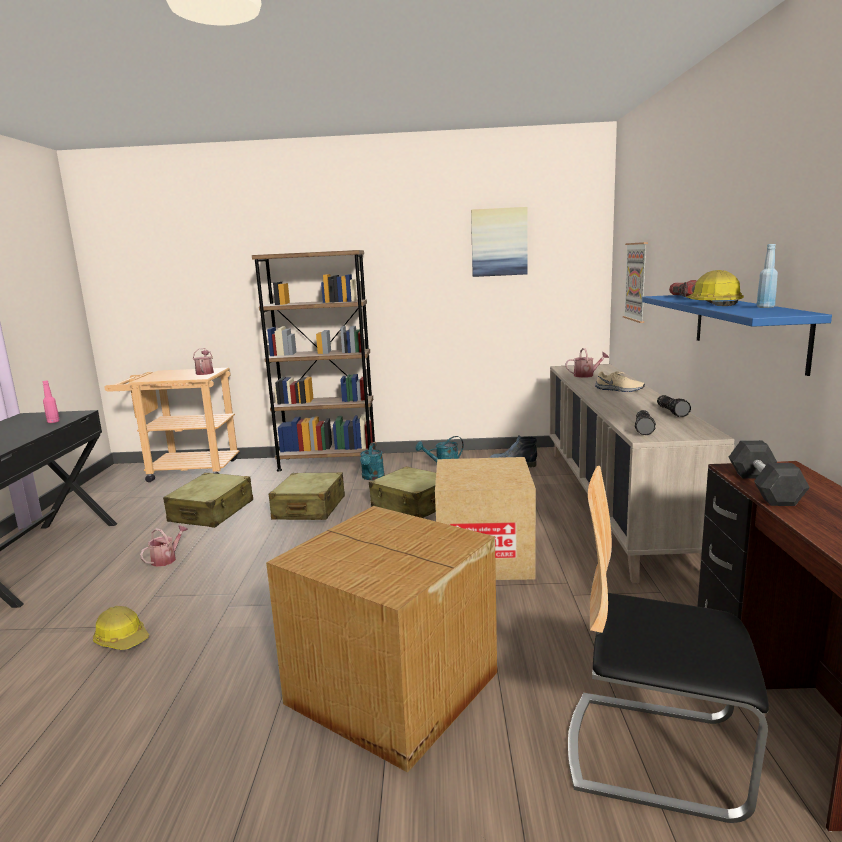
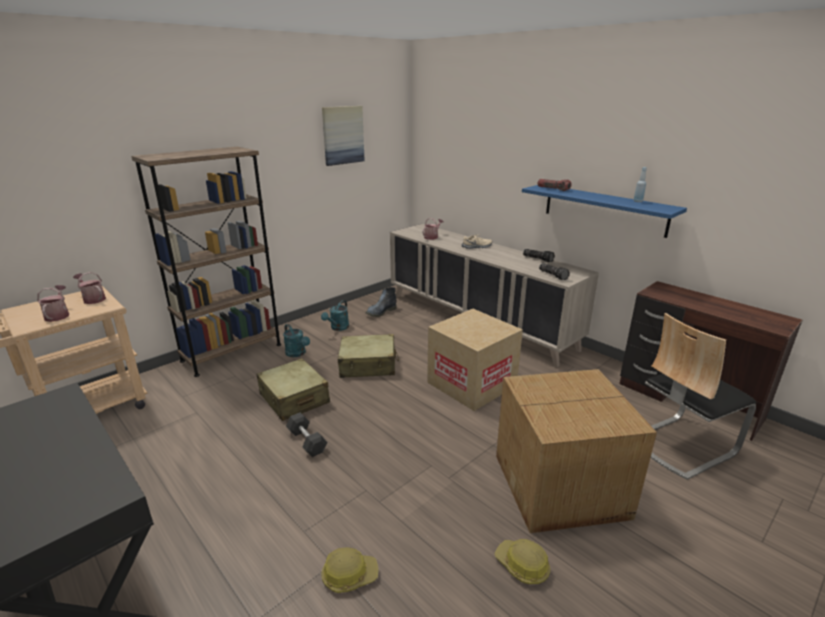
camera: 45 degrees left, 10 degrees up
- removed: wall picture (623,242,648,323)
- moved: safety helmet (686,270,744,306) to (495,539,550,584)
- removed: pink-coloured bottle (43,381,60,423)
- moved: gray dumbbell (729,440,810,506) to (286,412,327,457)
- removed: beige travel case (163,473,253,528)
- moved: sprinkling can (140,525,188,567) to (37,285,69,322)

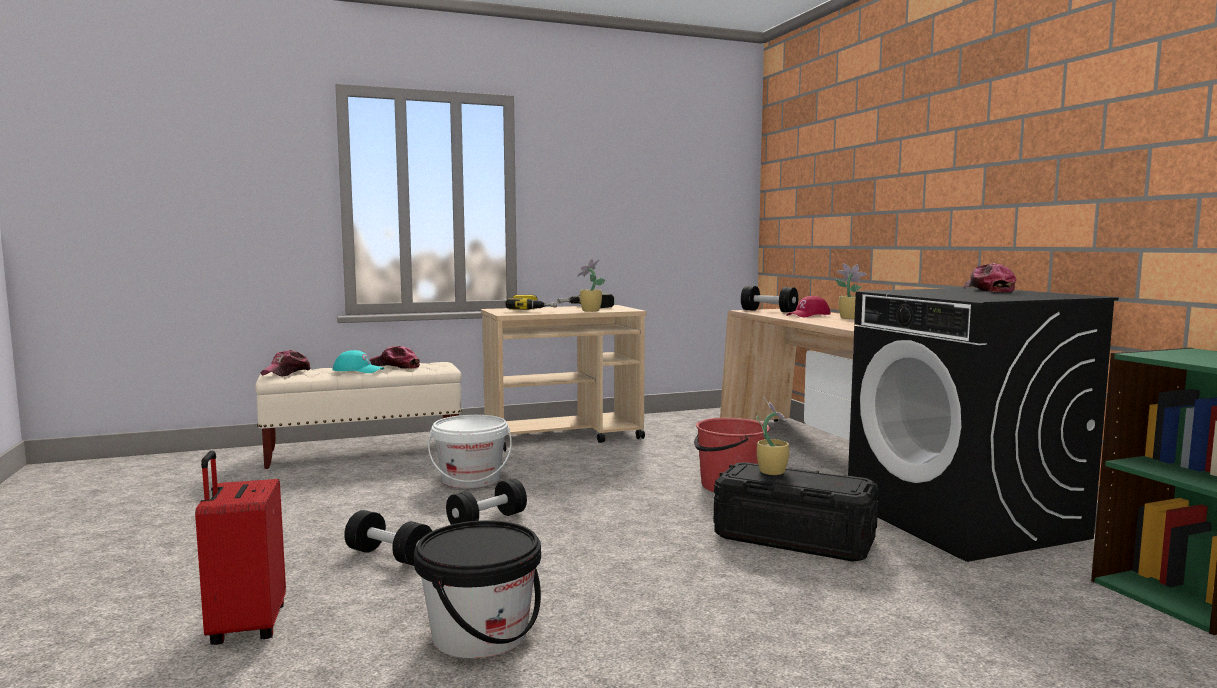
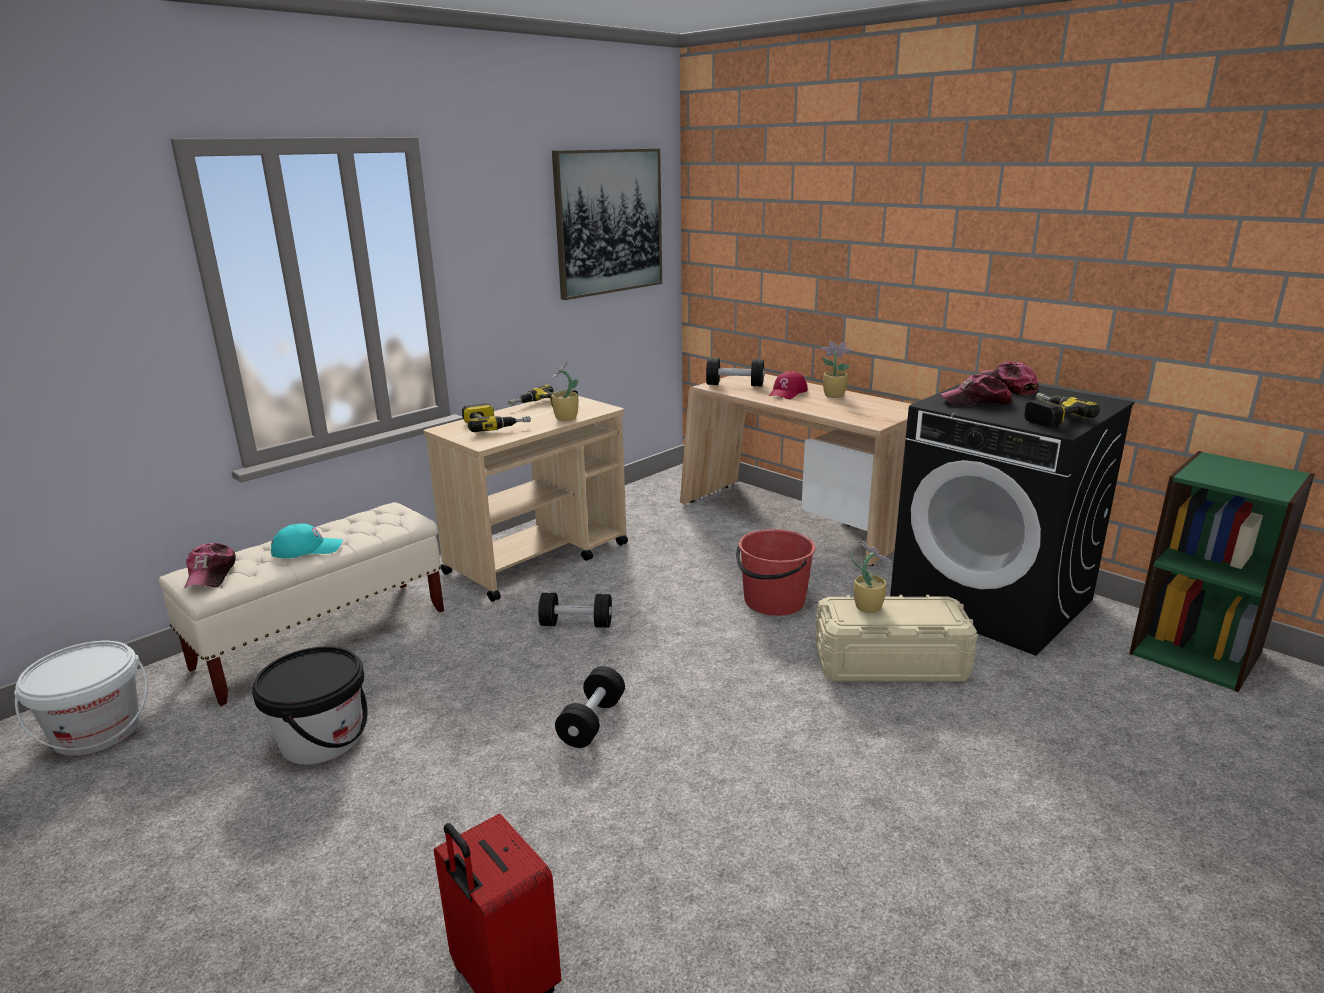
camera: 25 degrees left, 15 degrees up
- moved: peaked cap (370,346,420,369) to (940,374,1012,407)
- moved: white-coloured water bucket (428,415,512,488) to (14,641,148,756)
- recoloured: blackish storage box (714,462,879,562) to beige storage box (815,595,978,682)
- moved: blackish dumbbell (344,510,432,566) to (538,593,612,628)
- moved: blackish water bucket (414,520,541,658) to (252,646,368,764)
- added: wall picture (552,149,662,300)
- added: electric drill (1024,393,1100,427)

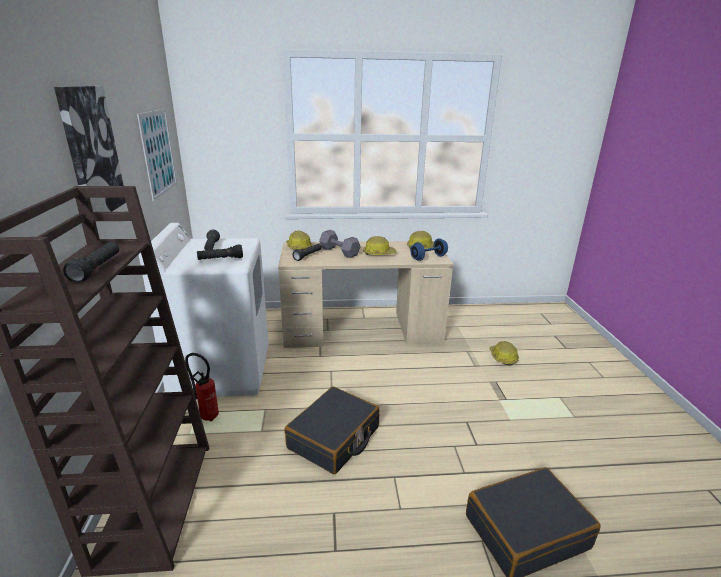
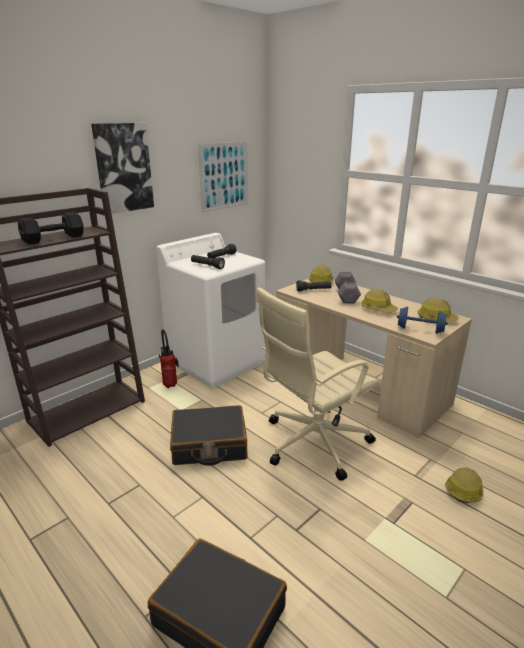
camera: 50 degrees right, 0 degrees up
- replaced: blackish flashlight (63,242,119,283) to blackish dumbbell (18,212,84,245)
- added: beige computer chair (255,287,379,481)

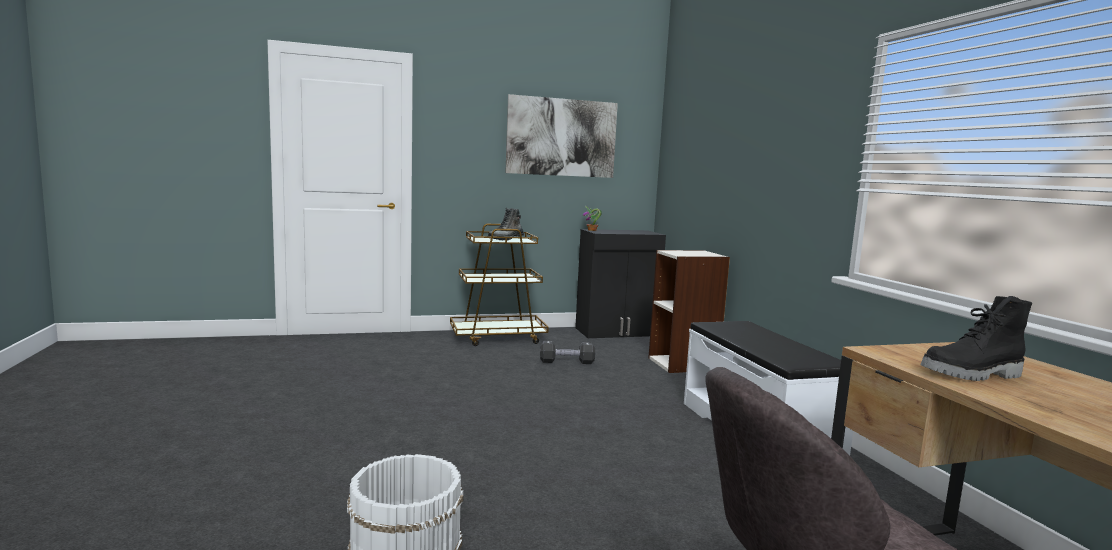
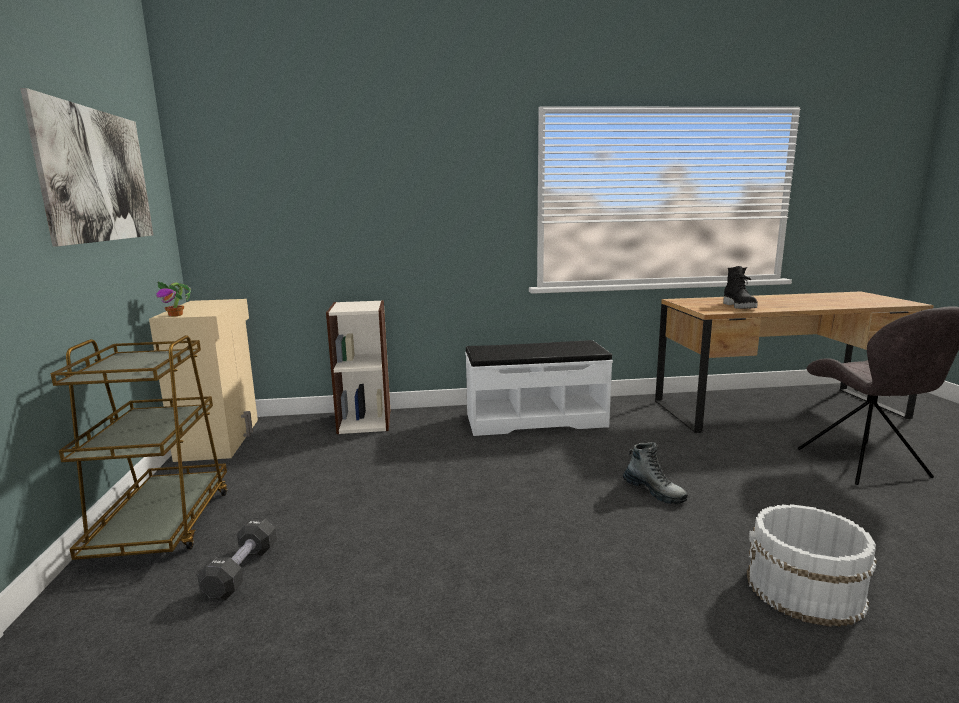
camera: 80 degrees left, 5 degrees up
- moved: boot (488,208,524,241) to (623,442,688,504)
- recoloured: blackish cabinet (575,229,666,338) to beige cabinet (149,299,258,462)
- moved: blackish dumbbell (540,341,595,364) to (197,518,277,600)

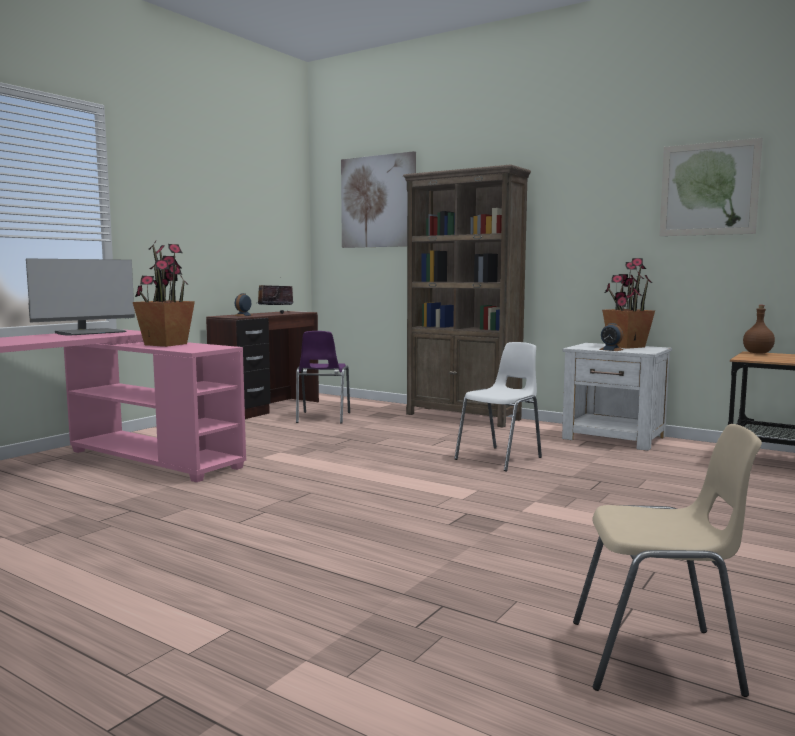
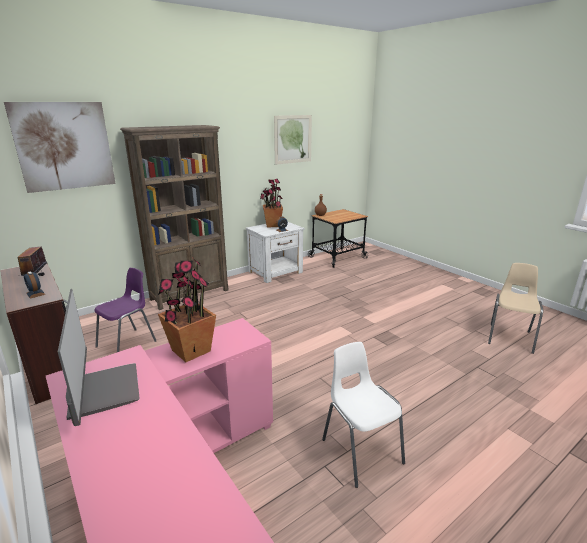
camera: 70 degrees left, 15 degrees up
- turned: purple-coloured plain chair (296,331,350,423) = (95,268,157,352) 75 degrees counterclockwise
- moved: white-coloured plain chair (454,342,542,471) to (322,342,405,488)

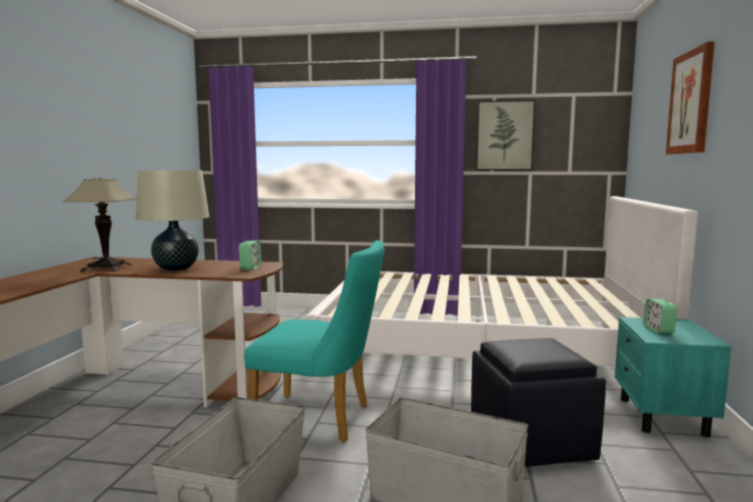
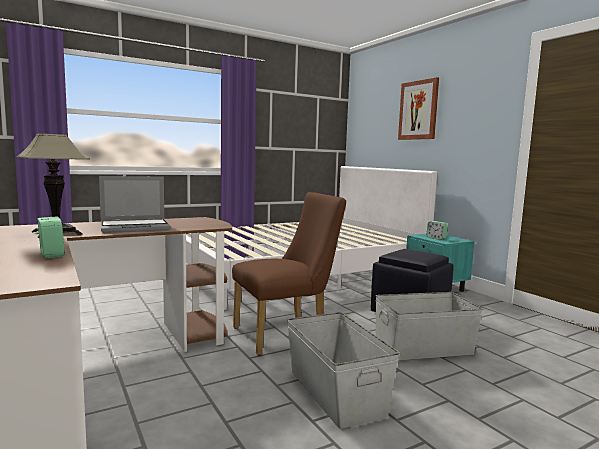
camera: 40 degrees left, 0 degrees up
- removed: wall picture (476,100,535,170)
- replaced: beige tabletop lamp (136,170,209,271) to portable computer (99,176,171,233)
- recoloured: blue-green plain chair (244,240,384,442) to brownish plain chair (232,192,346,355)
- moved: bedside clock (239,241,262,270) to (37,216,65,258)

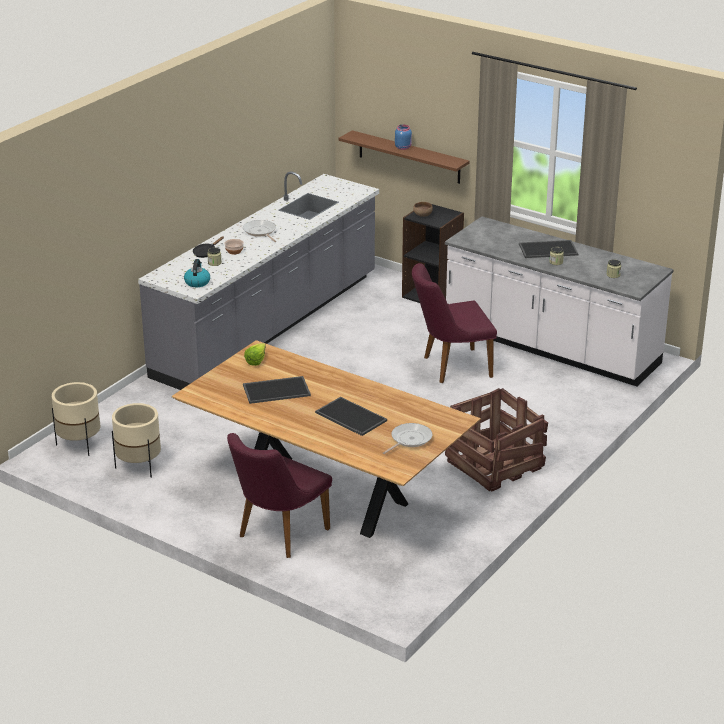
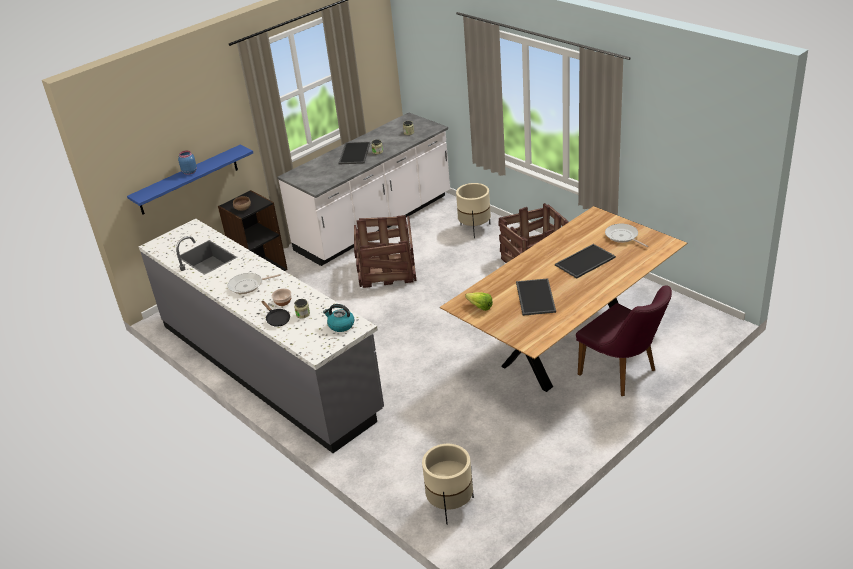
camera: 75 degrees left, 5 degrees up
- recoloured: brownish bracket shelf (339,130,470,184) to bluish bracket shelf (127,145,253,215)
- replaced: purple-coloured plain chair (412,263,497,383) to packing crate (354,215,417,288)
- moved: beige planter (112,403,161,478) to (456,183,491,239)

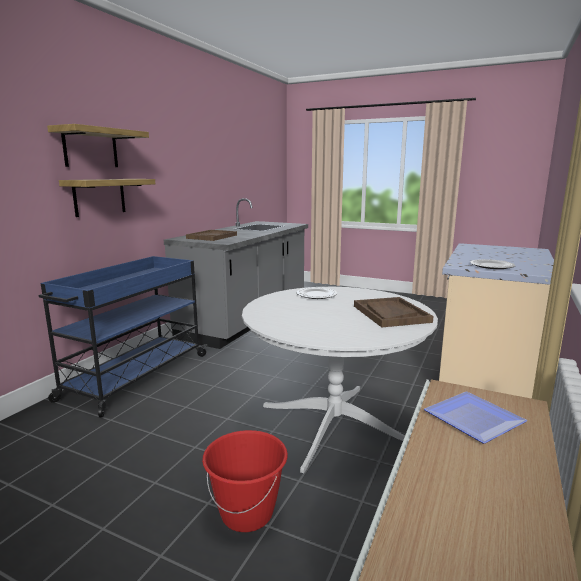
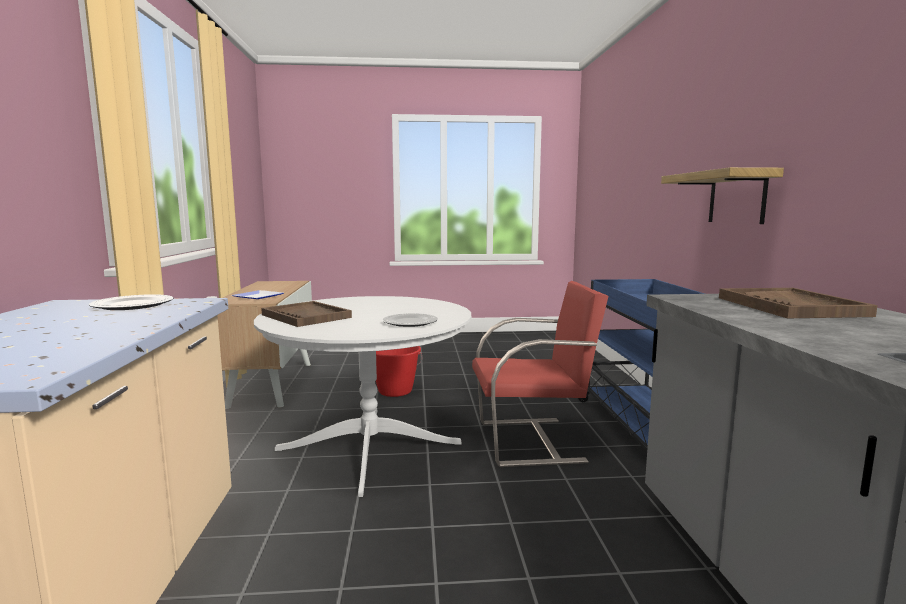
camera: 150 degrees right, 5 degrees down
- removed: bracket shelf (47,124,149,167)
- added: red plain chair (472,281,609,467)

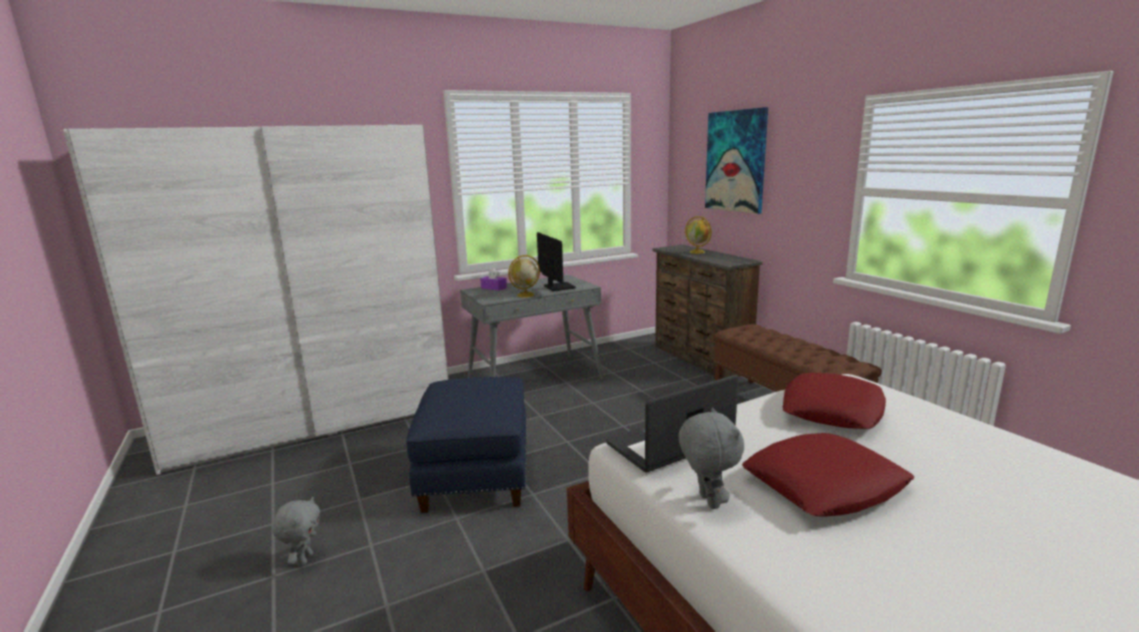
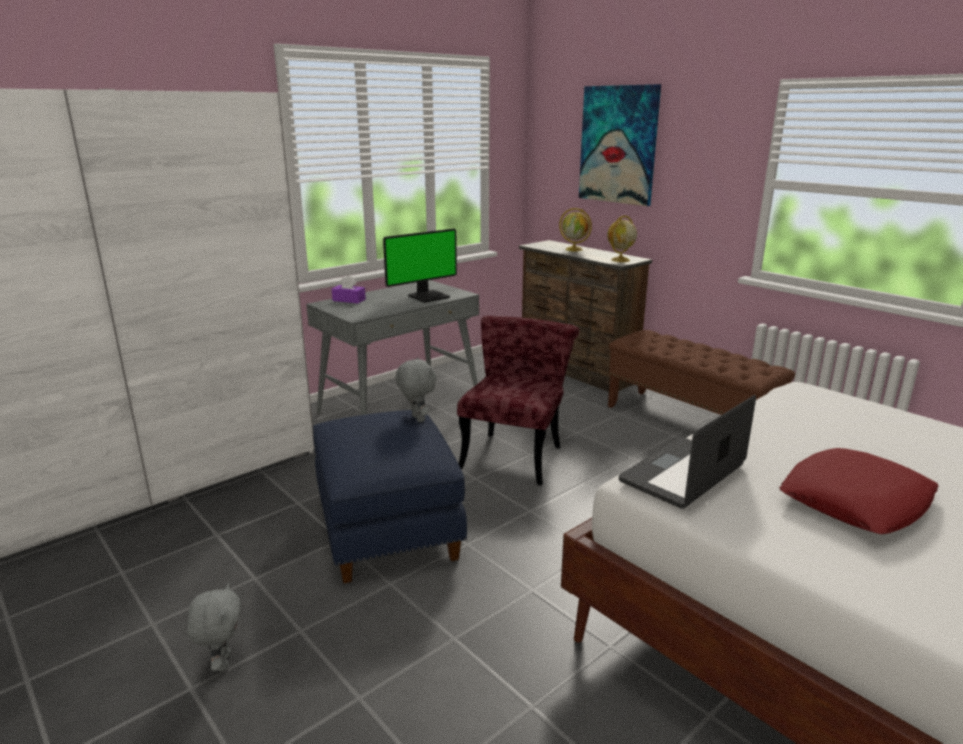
camera: 15 degrees left, 5 degrees up
- turned: computer screen (537,232,576,291) = (383,229,457,303) 90 degrees clockwise
- moved: desk globe (508,255,540,297) to (607,216,637,262)
- removed: red pillow (782,373,886,429)
- moved: gray plush toy (678,407,744,509) to (396,357,437,423)
- added: red plain chair (457,316,580,485)

